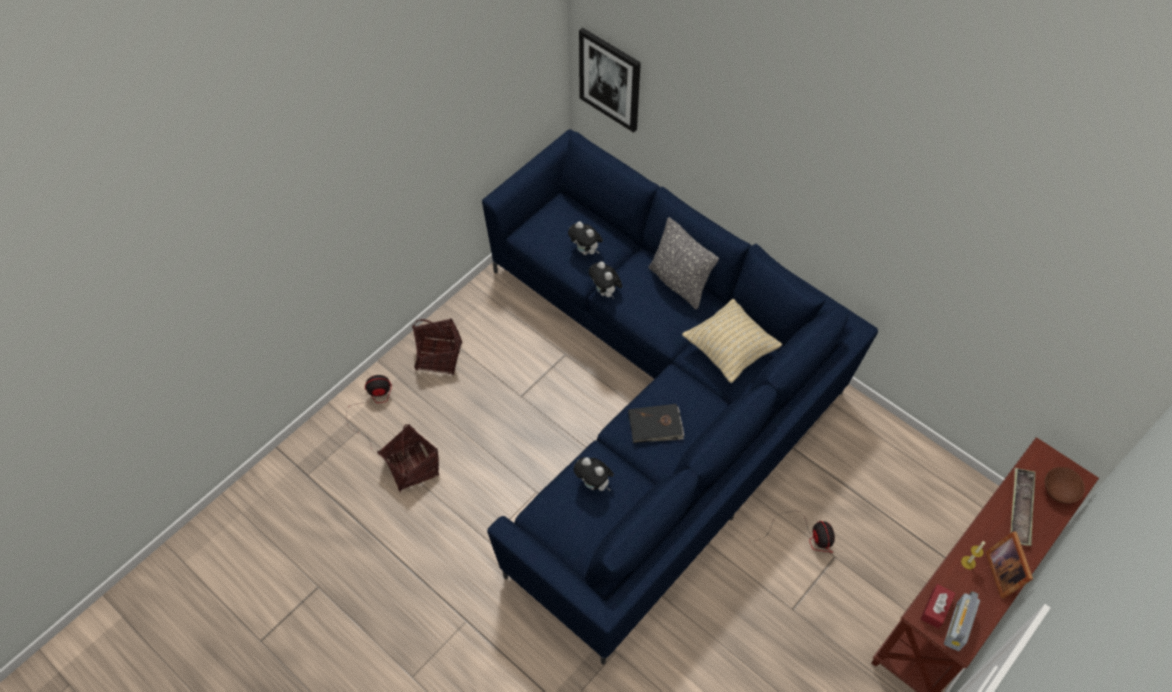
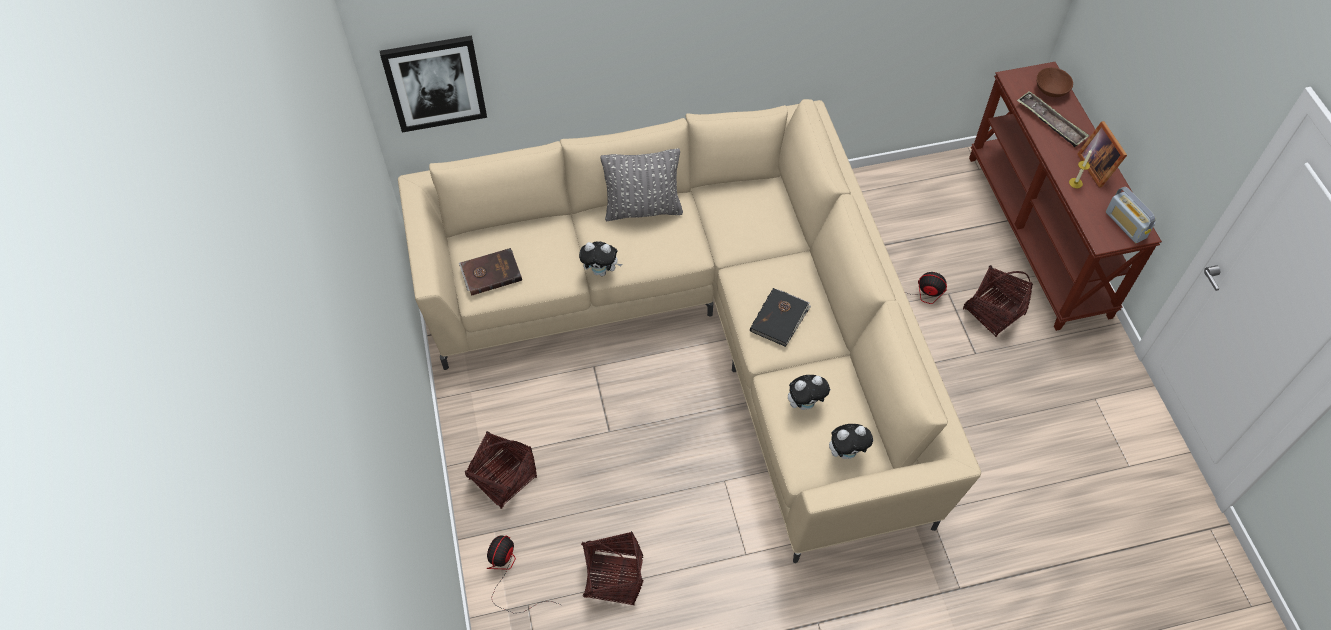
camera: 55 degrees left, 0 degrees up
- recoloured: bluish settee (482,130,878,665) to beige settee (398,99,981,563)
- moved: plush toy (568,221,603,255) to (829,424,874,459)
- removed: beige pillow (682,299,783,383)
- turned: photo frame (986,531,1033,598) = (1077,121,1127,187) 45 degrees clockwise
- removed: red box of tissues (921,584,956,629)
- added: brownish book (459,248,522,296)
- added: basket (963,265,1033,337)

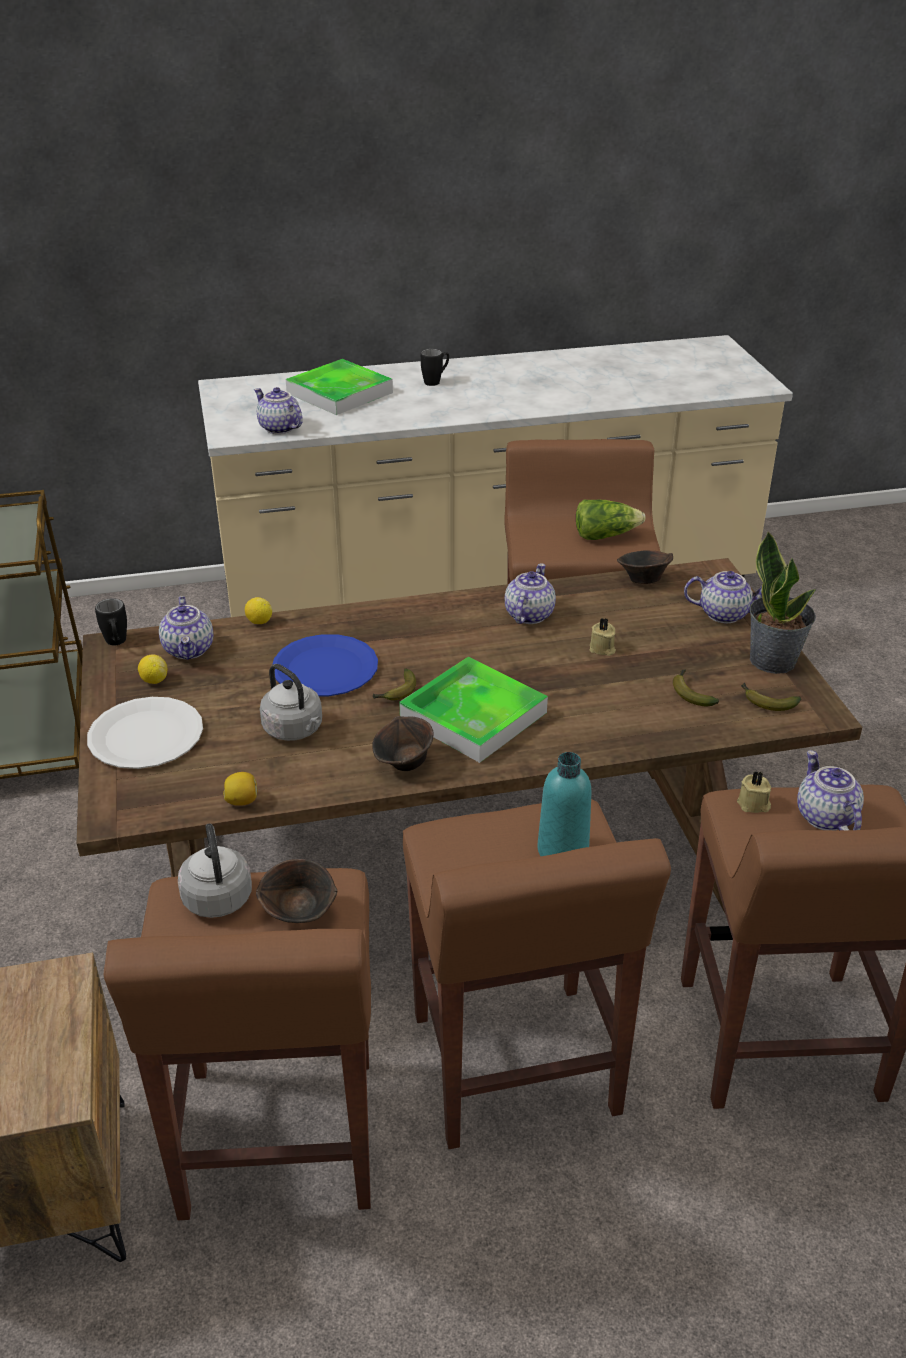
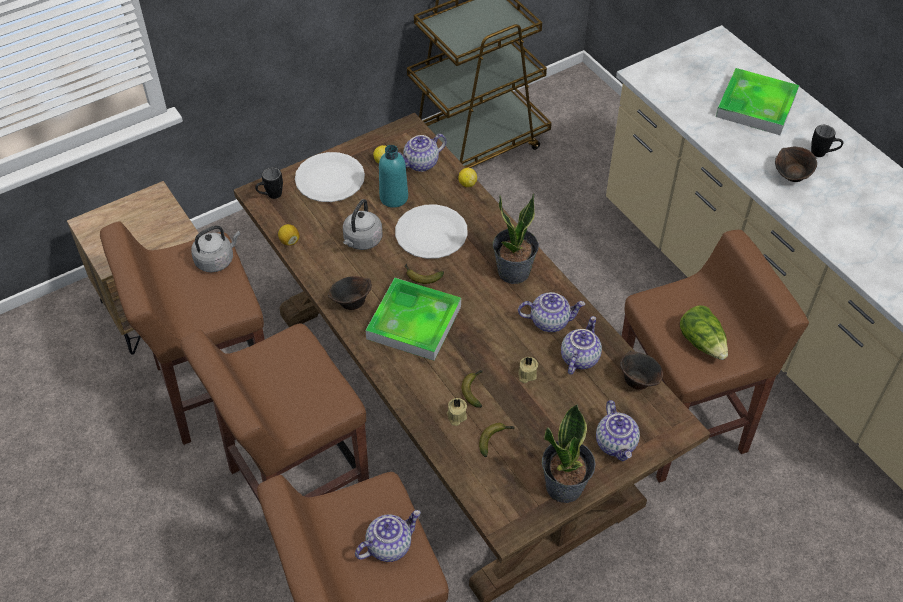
camera: 70 degrees right, 15 degrees up
- moved: teapot (254,387,303,434) to (561,316,602,375)
- moved: blackish mug (95,598,127,645) to (255,167,283,199)
- recoloured: bluish dinner plate (272,634,378,696) to white-coloured dinner plate (395,204,468,259)
- moved: whole banana (741,683,801,711) to (462,370,483,408)
- moved: blue-green bottle (538,752,592,856) to (379,145,408,208)
- moved: beige candle (737,771,771,813) to (447,398,467,426)
- moved: brownish deep dish (256,859,337,923) to (775,147,817,182)
- added: potted plant (493,193,539,284)

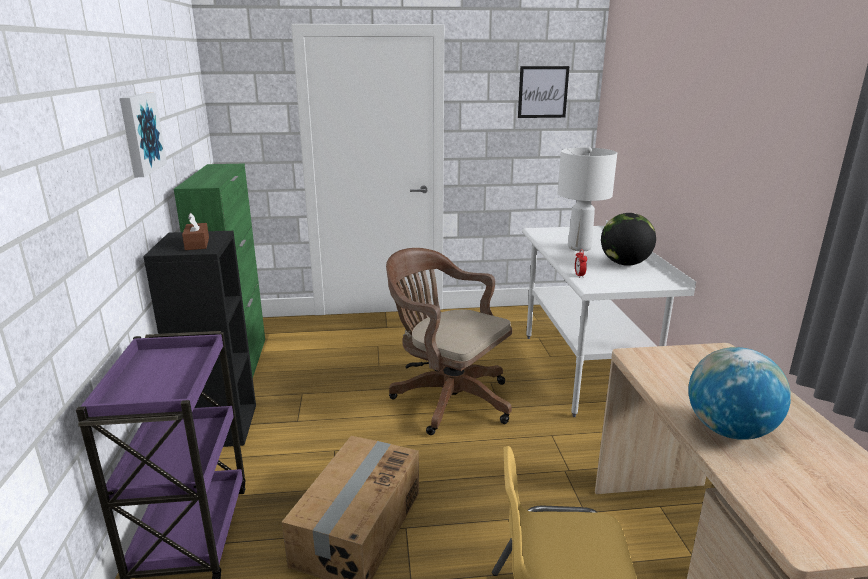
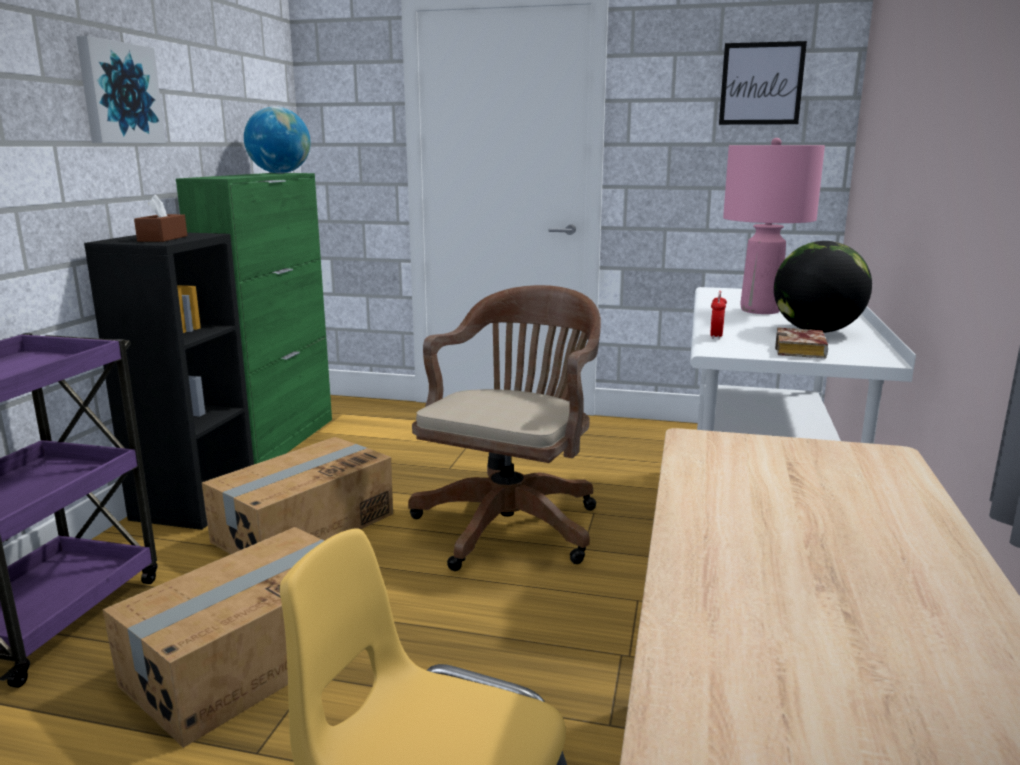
camera: 20 degrees right, 5 degrees down
- recoloured: white-coloured tabletop lamp (557,147,617,251) to pink-coloured tabletop lamp (723,138,825,314)
- turned: brownish computer chair (386,248,512,435) = (408,285,601,571) 60 degrees clockwise
- moved: desk globe (688,347,791,440) to (244,106,311,174)
- added: book (775,328,828,358)
- added: packing box (202,437,393,554)

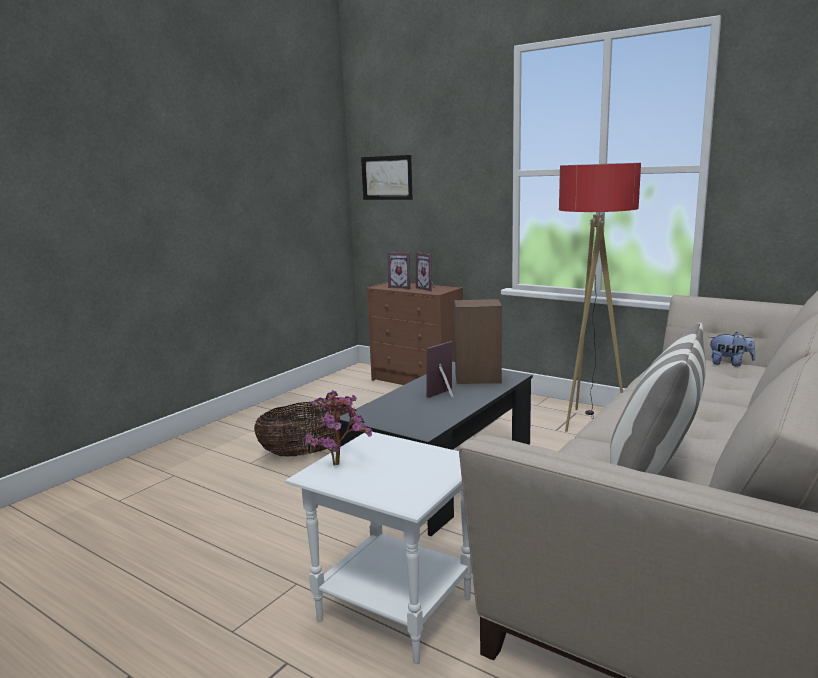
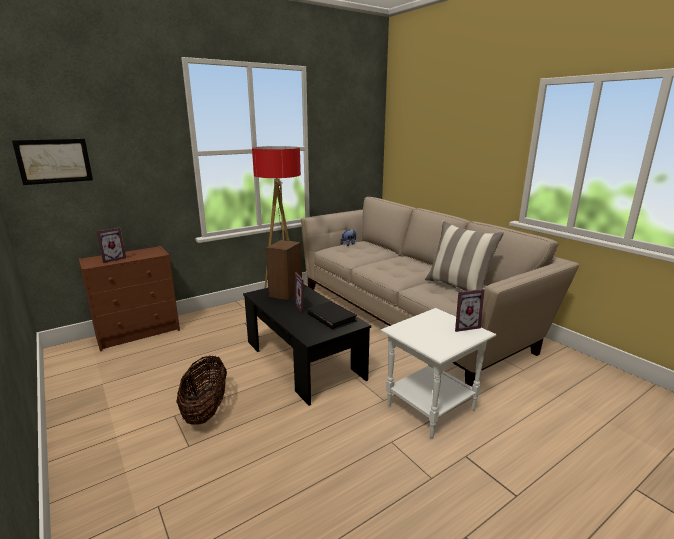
camera: 70 degrees left, 5 degrees up
- moved: photo frame (416,252,435,291) to (455,289,485,332)
- removed: potted plant (304,390,372,466)
- added: blackish book (307,301,357,330)

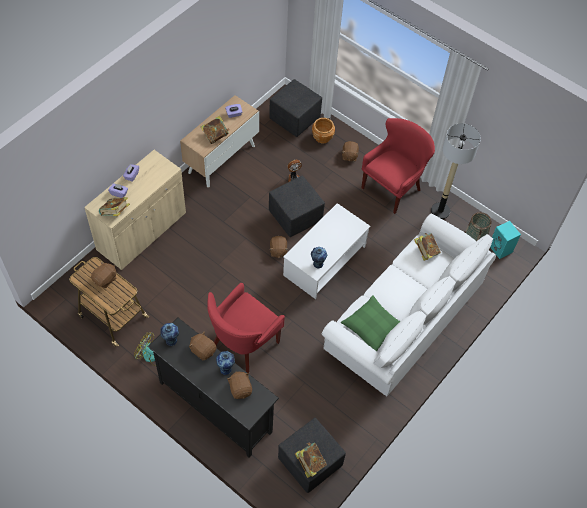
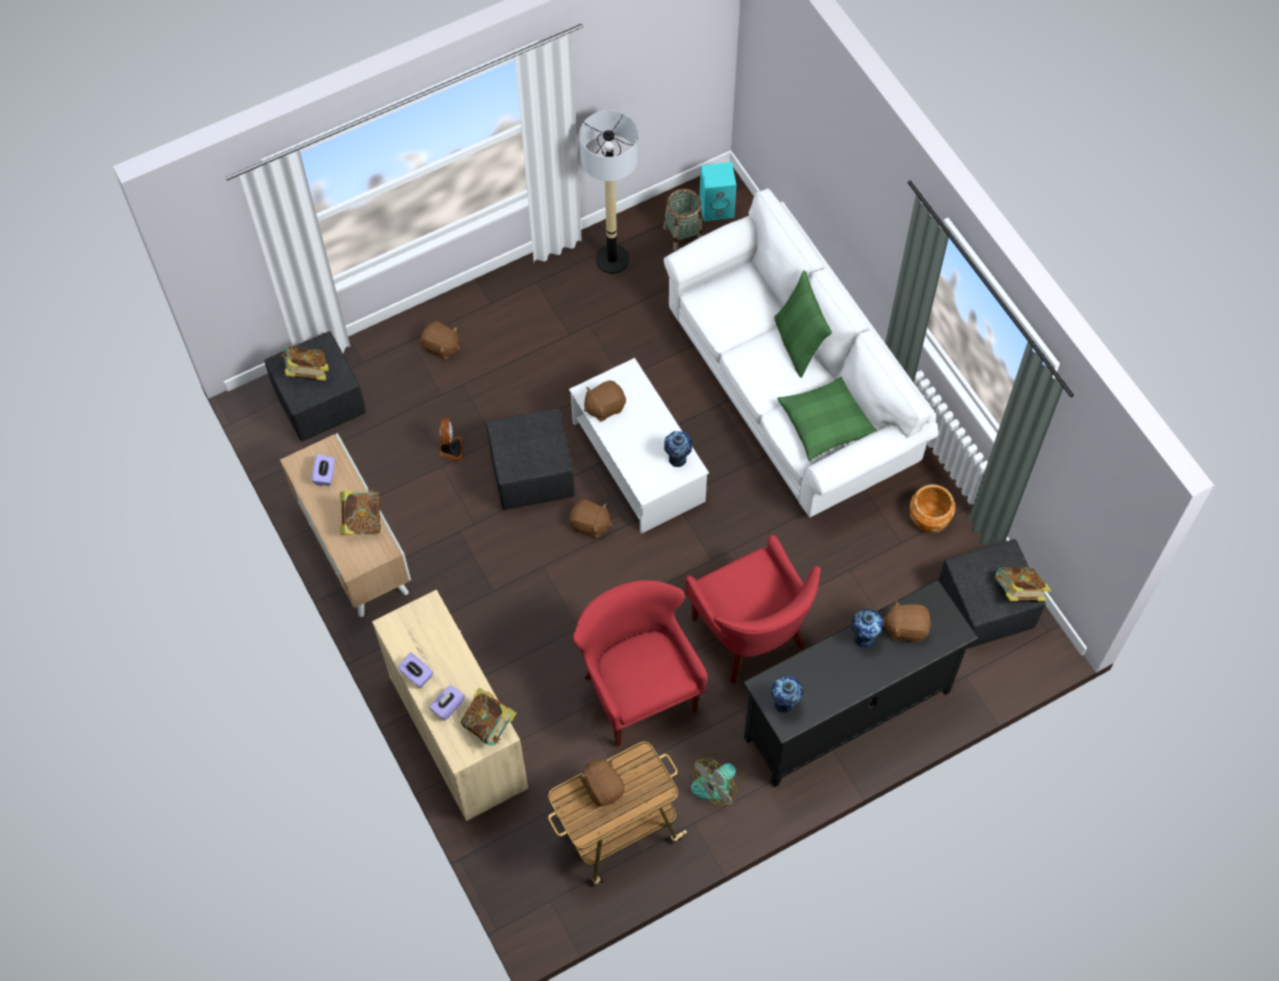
camera: 65 degrees left, 5 degrees up
- moved: brownish planter (312,118,335,143) to (910,484,955,532)
- moved: red lounge chair (361,118,435,214) to (573,580,707,747)
- moved: book (414,233,441,261) to (280,346,329,381)
- moved: brownish plush toy (189,331,217,360) to (584,380,626,422)
- added: green-coloured pillow (774,270,832,377)

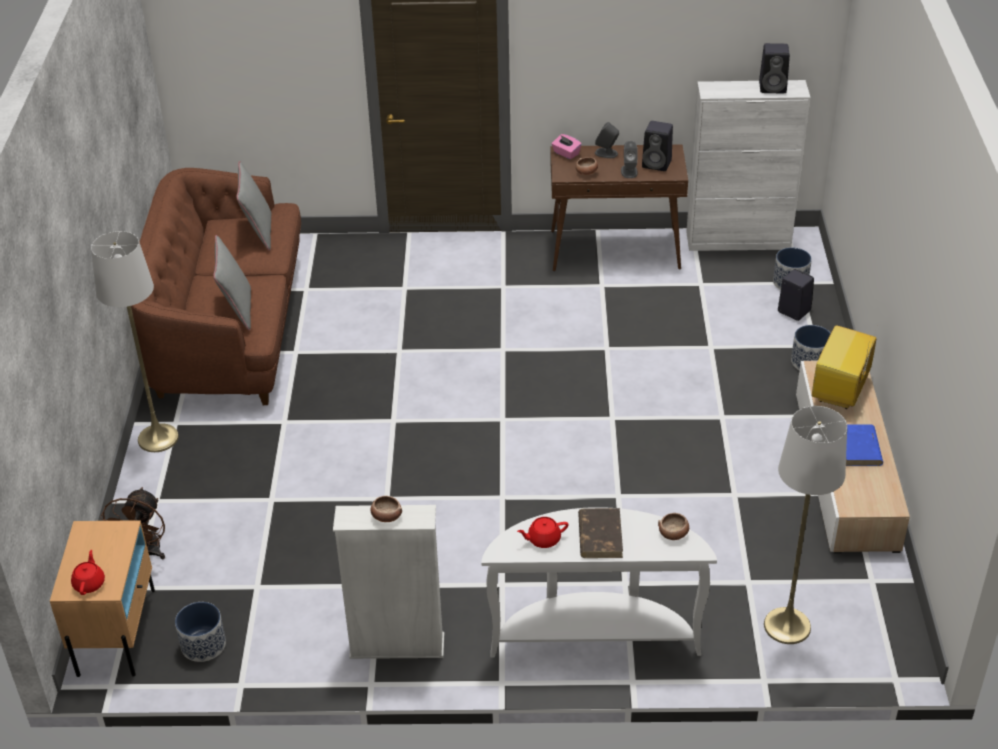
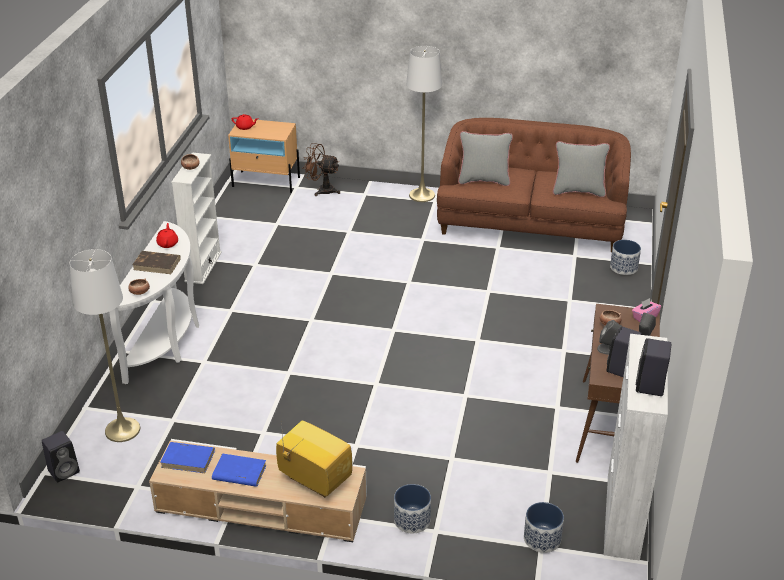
camera: 100 degrees right, 5 degrees down
- moved: blackish loudspeaker (778,269,814,321) to (42,431,80,482)
- moved: planter (175,602,226,662) to (610,240,641,275)
- added: bluish book (160,442,215,473)

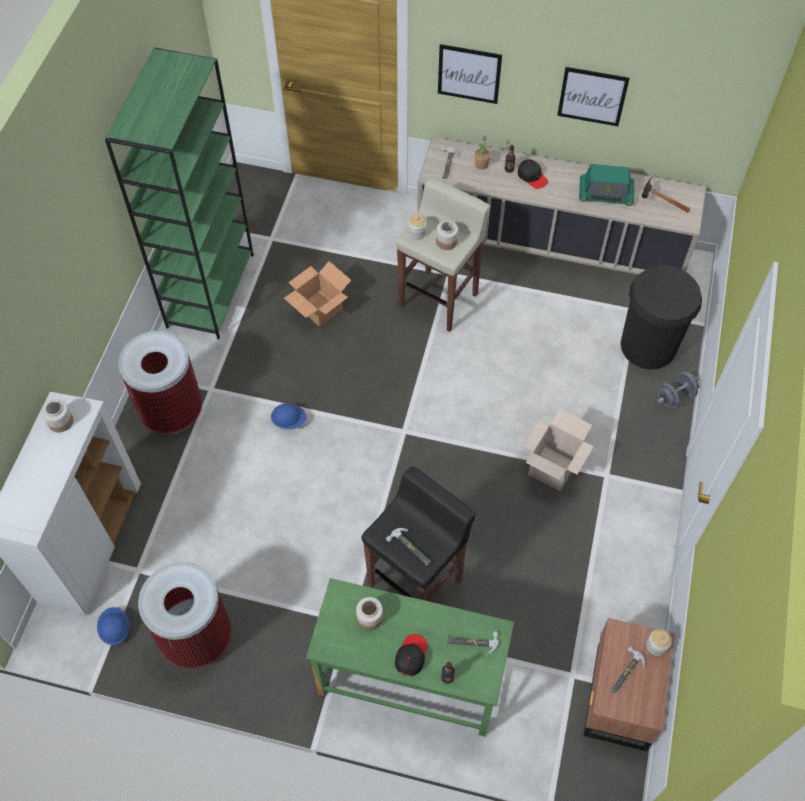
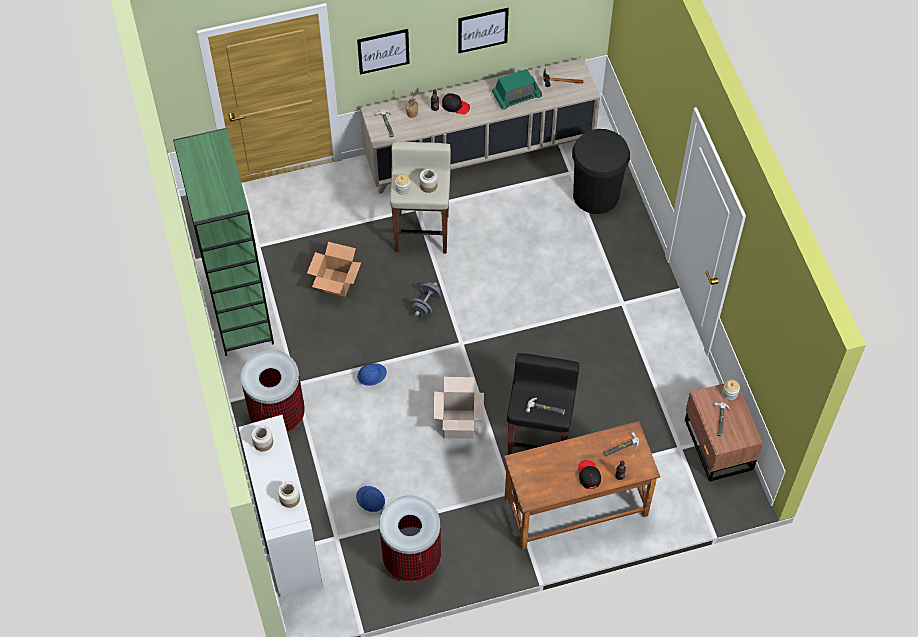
camera: 30 degrees left, 0 degrees up
- moved: gray dumbbell (657,372,699,408) to (411,282,441,316)
- moved: packing box (524,408,594,491) to (433,377,484,439)
- recoloured: green-coloured desk table (306,578,514,737) to brownish desk table (504,421,660,550)
- moved: storage jar (356,597,383,630) to (278,481,300,508)
- moved: bluish safety helmet (97,607,130,645) to (356,486,385,512)

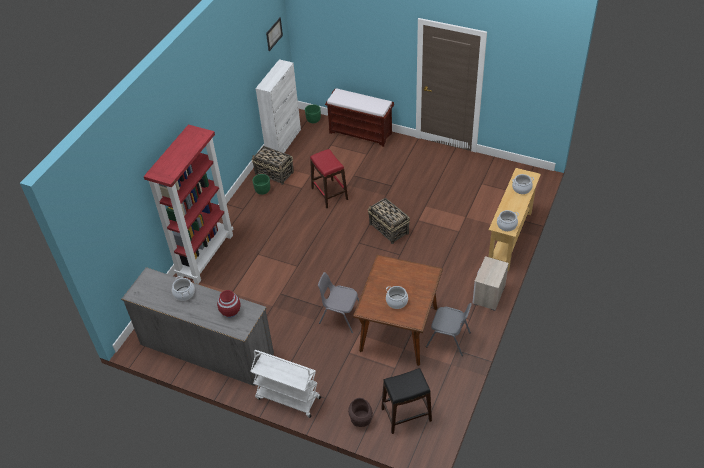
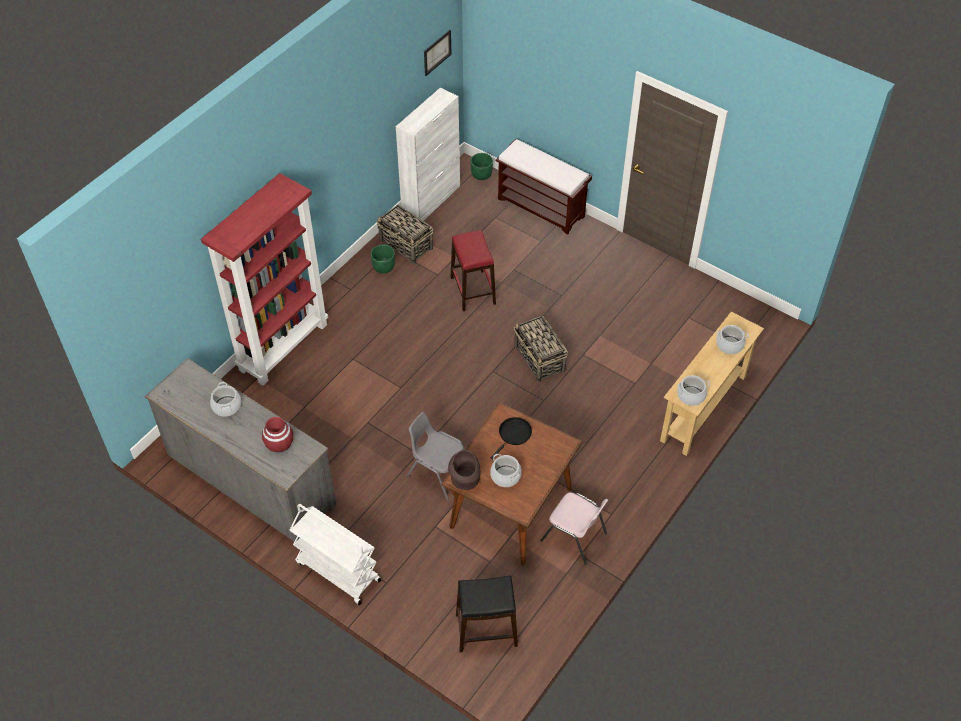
camera: 10 degrees right, 5 degrees up
- removed: night table (472,256,509,311)
- recoloured: gray plain chair (426,303,472,356) to pink-coloured plain chair (540,492,608,565)
- moved: brownish vase (348,398,373,427) to (448,450,481,490)
- added: blackish frying pan (491,417,532,460)

